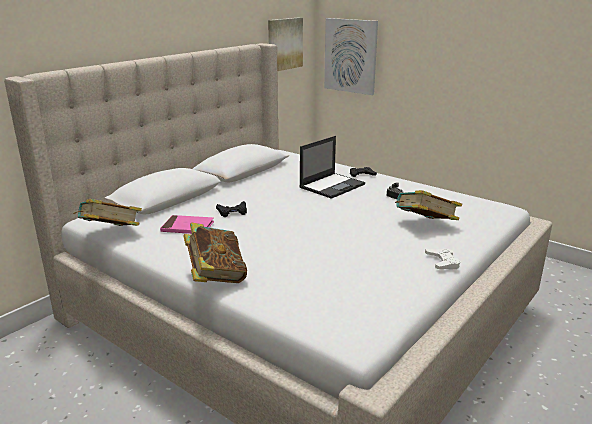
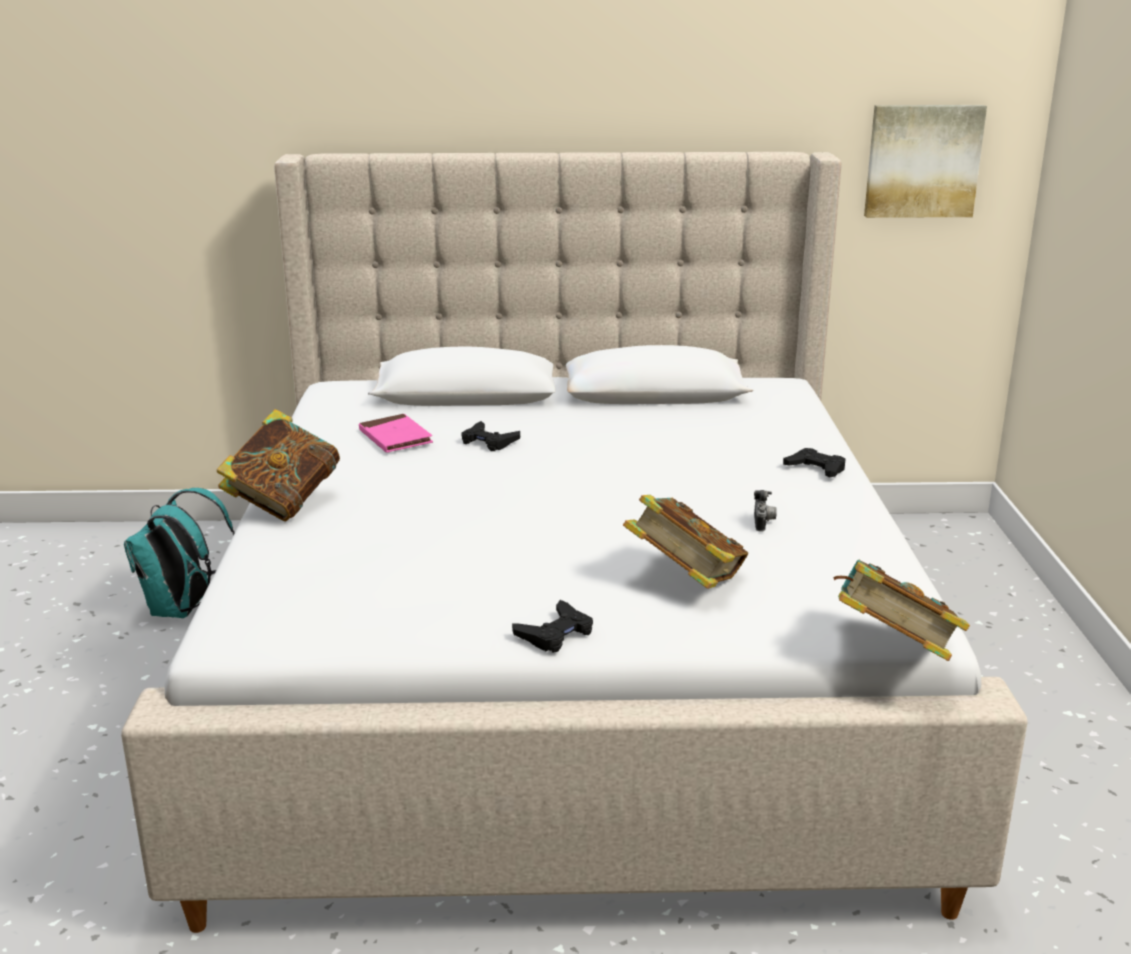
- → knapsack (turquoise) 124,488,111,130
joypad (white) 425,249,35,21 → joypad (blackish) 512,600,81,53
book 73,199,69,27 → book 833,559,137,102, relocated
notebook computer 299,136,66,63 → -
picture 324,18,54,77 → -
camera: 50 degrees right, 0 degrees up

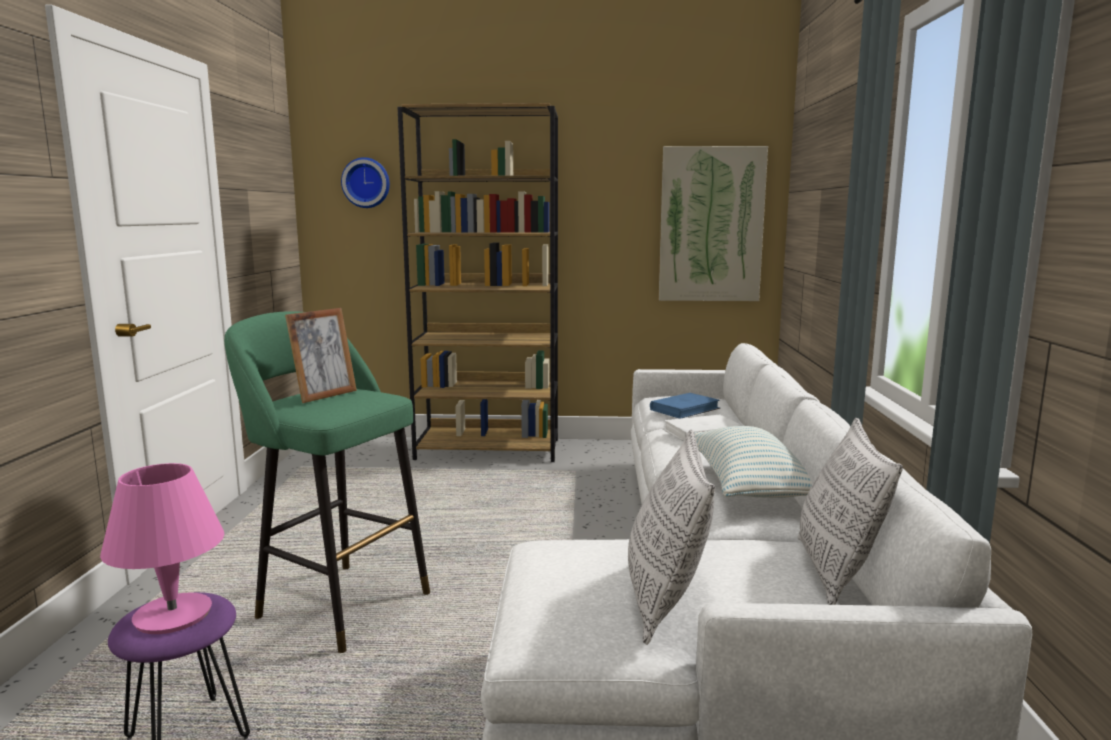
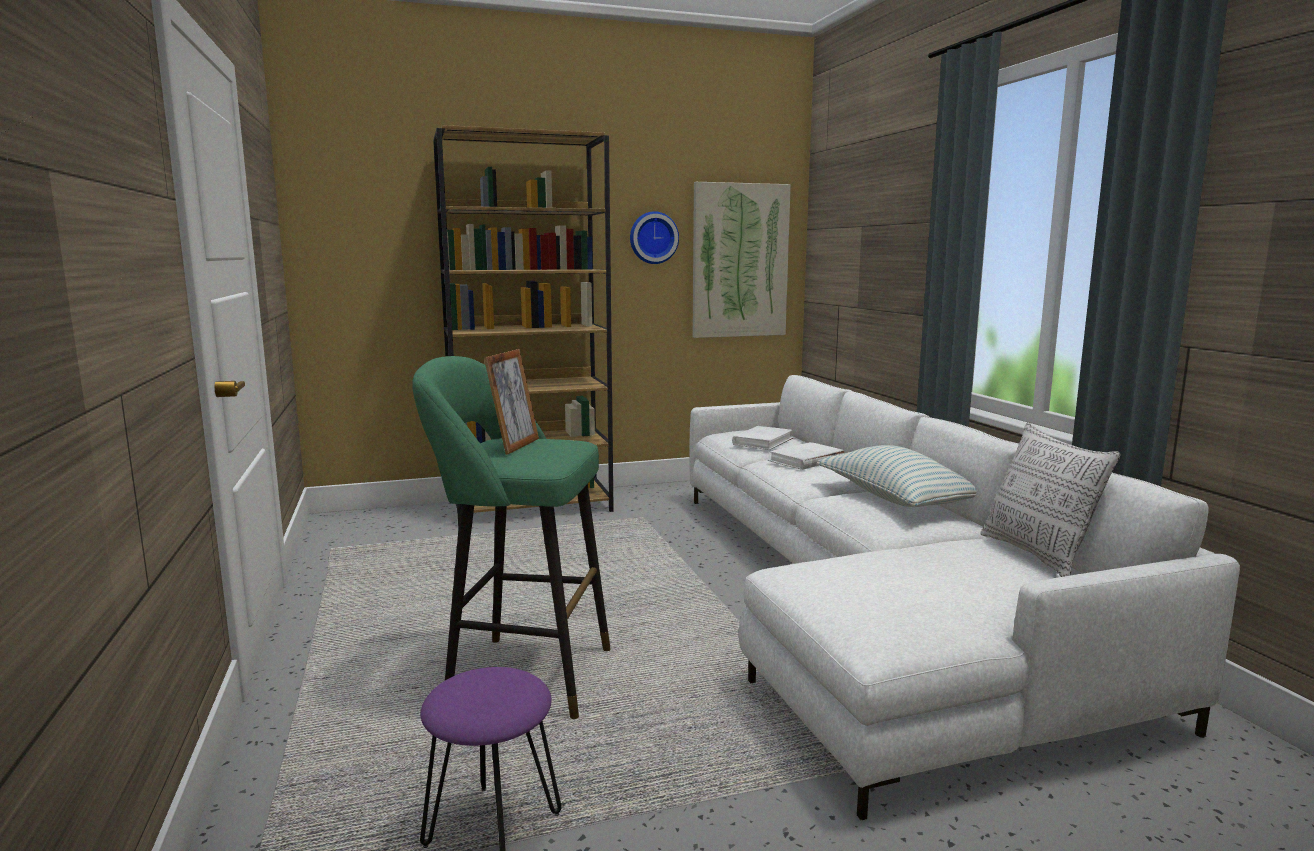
hanging clock 341,157,49,51 → hanging clock 630,211,49,53, relocated
book (blue) 650,393,70,26 → book (white) 732,426,62,24
table lamp (pink) 100,463,124,171 → -
throw pillow 628,429,87,216 → -
camera: 20 degrees left, 0 degrees up

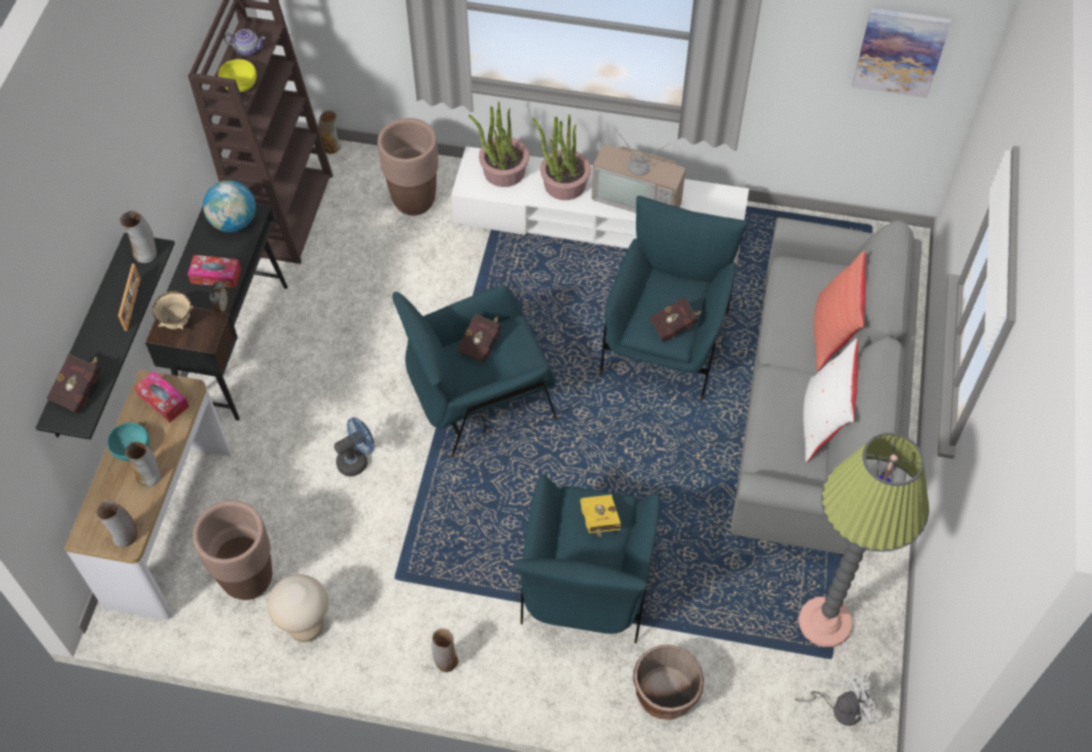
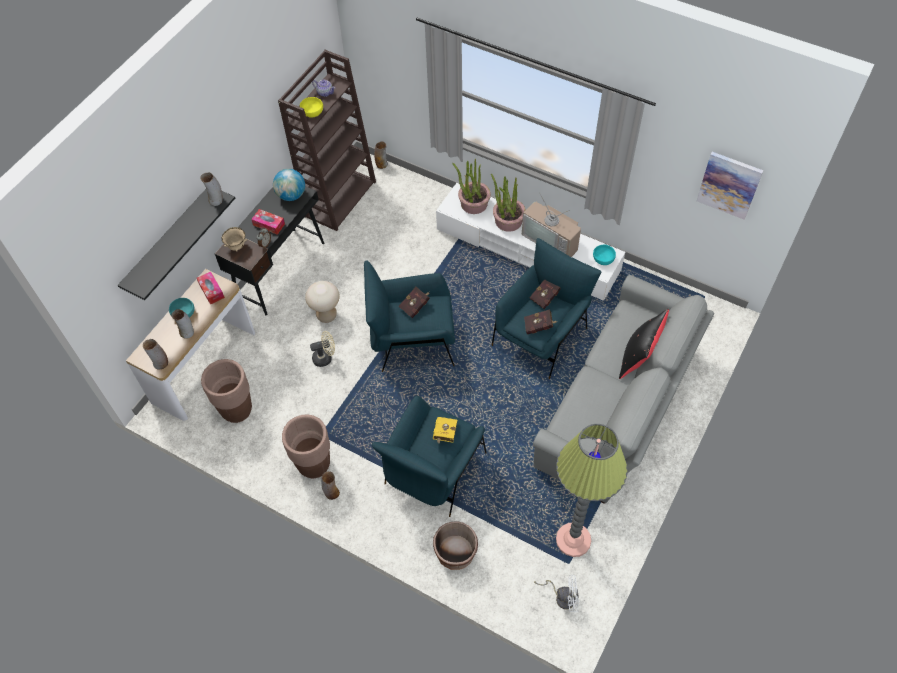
flower pot (brown) 378,118,60,97 → flower pot (brown) 282,415,48,63, relocated
stool (sand-coloured) 267,574,61,68 → stool (sand-coloured) 305,281,35,42, relocated
electric fan (blue) 334,417,40,59 → electric fan (sand-coloured) 310,331,25,36
book (red-coloured) 47,354,54,59 → book (red-coloured) 529,279,31,30, relocated
- → deep dish (turquoise) 593,245,23,20
throw pillow (red-coloured) 814,251,52,120 → throw pillow (blackish) 619,309,50,70
standing frame 118,264,23,67 → -
throw pillow (white) 803,338,55,124 → -
camera: 20 degrees right, 0 degrees up

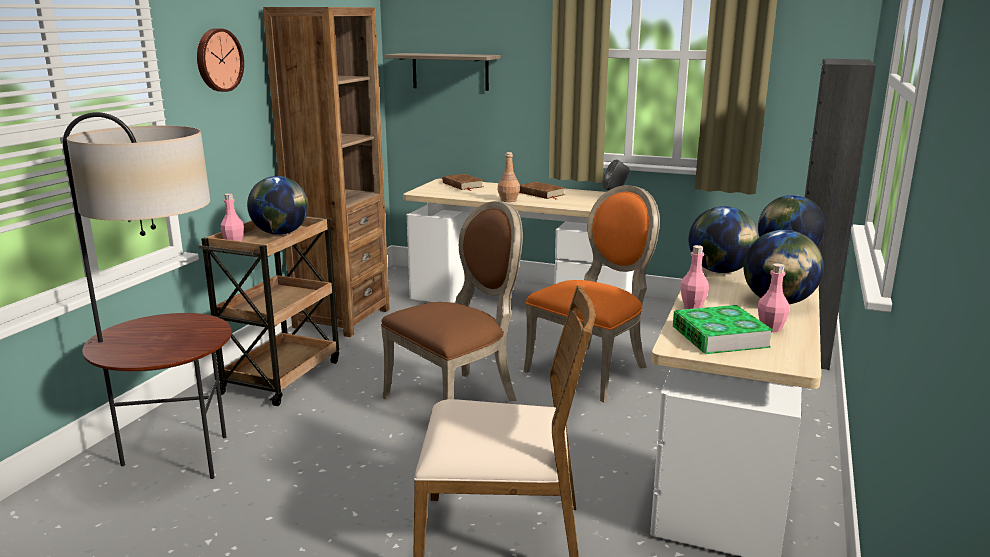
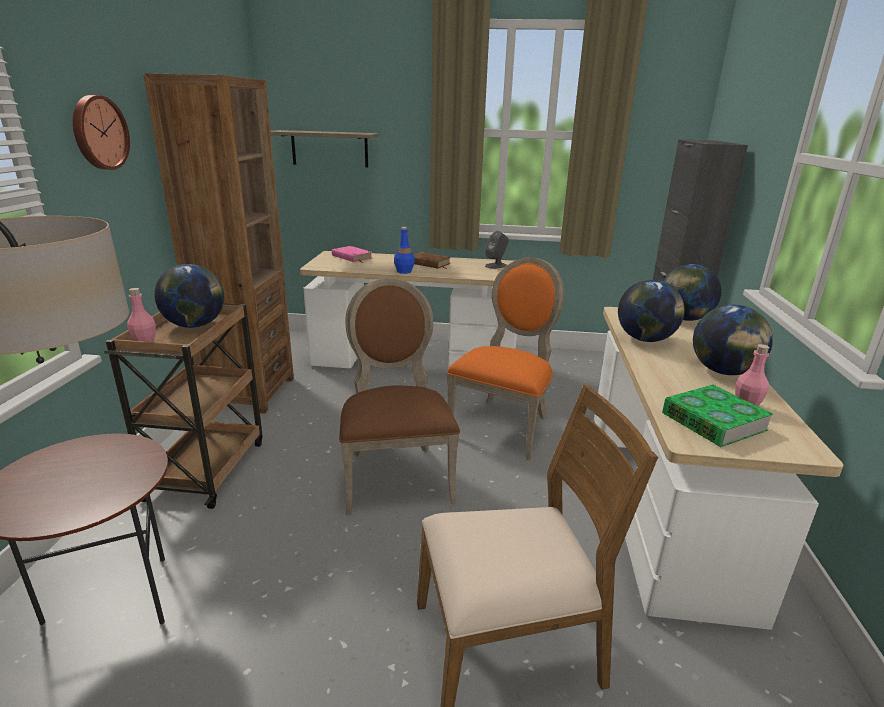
book (brown) 443,174,41,17 → book (pink) 332,246,41,17
upright chair (brown) 381,201,142,200 → upright chair (brown) 339,278,121,237, 45 degrees counterclockwise
beverage bottle (brown) 498,152,22,50 → beverage bottle (blue) 394,227,21,47
beverage bottle (pink) 680,245,29,64 → -
camera: 15 degrees left, 5 degrees up

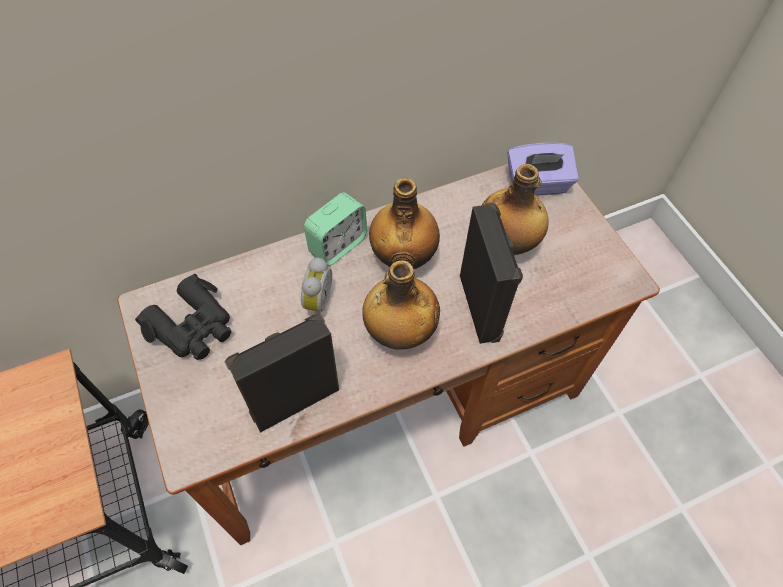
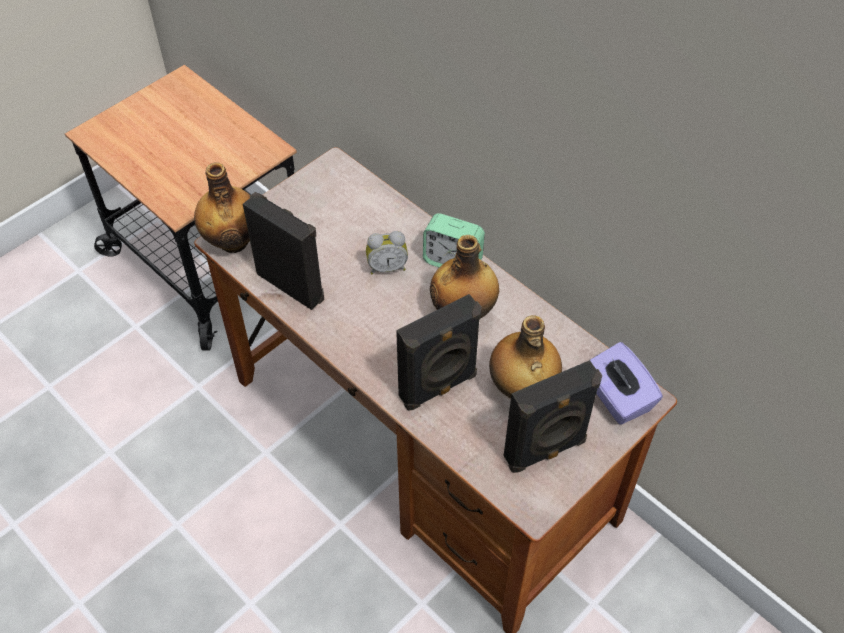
beverage bottle 362,260,78,90 → beverage bottle 194,163,56,90, relocated
- → audio speaker (blackish) 504,360,98,113
field glasses (blackish) 135,274,96,86 → -
camera: 70 degrees right, 5 degrees down

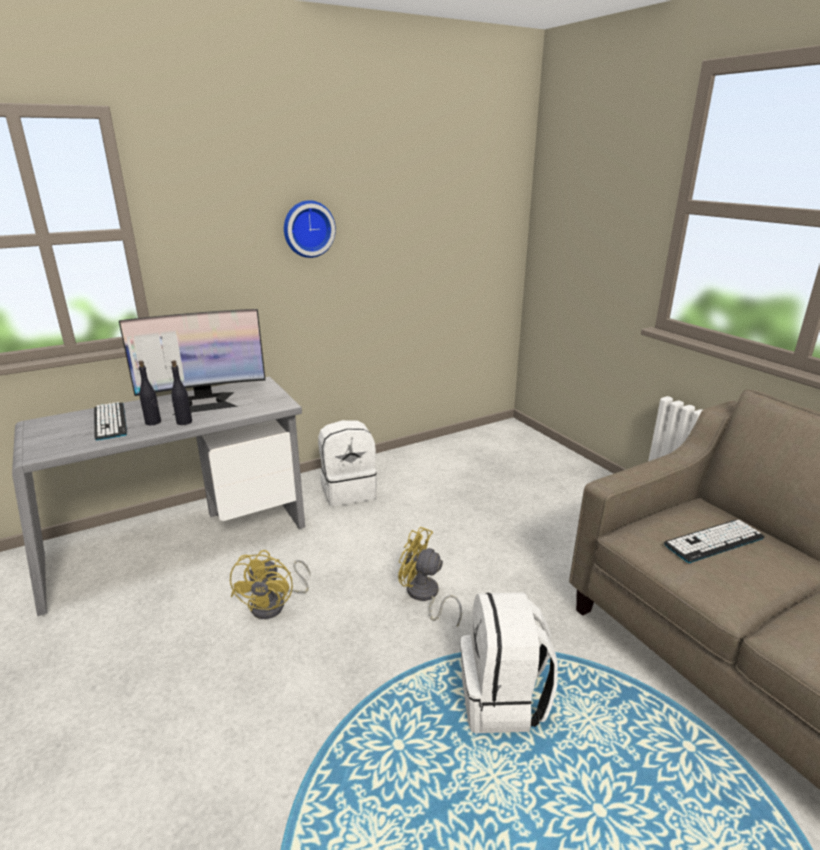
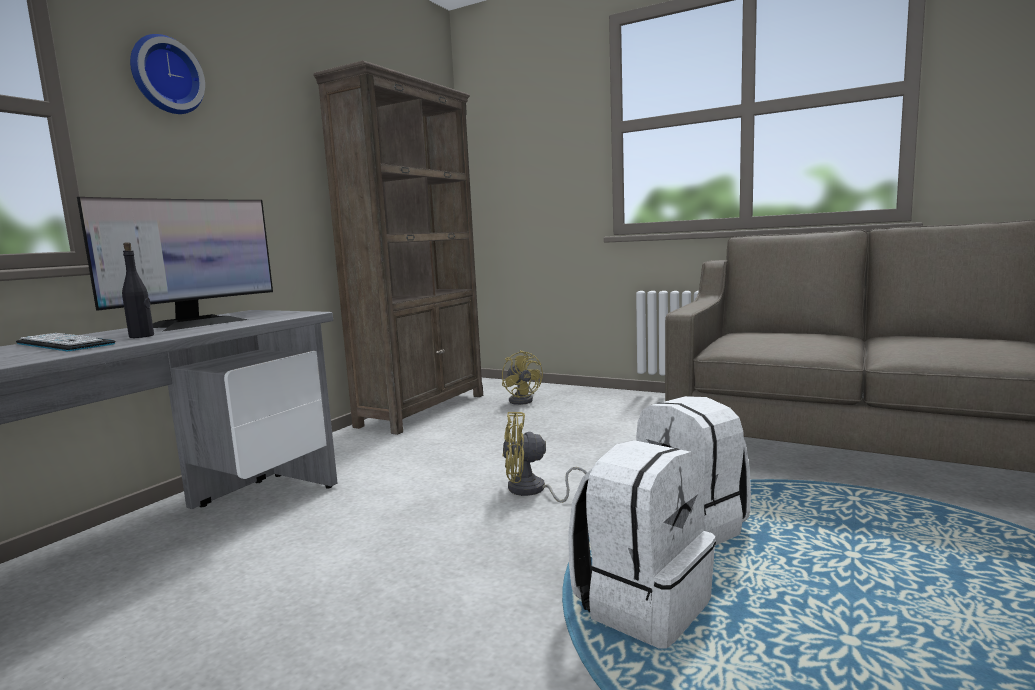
hanging clock 284,200,52,58 → hanging clock 130,34,75,80, relocated
- → bookcase (brown) 313,61,170,374
electric fan (yellow) 230,550,81,69 → electric fan (yellow) 502,350,41,55, relocated
knapsack (white) 318,420,59,86 → knapsack (white) 568,440,148,209, relocated
beverage bottle (blackish) 171,360,21,65 → -
keyboard 664,520,100,43 → -
camera: 30 degrees left, 15 degrees down

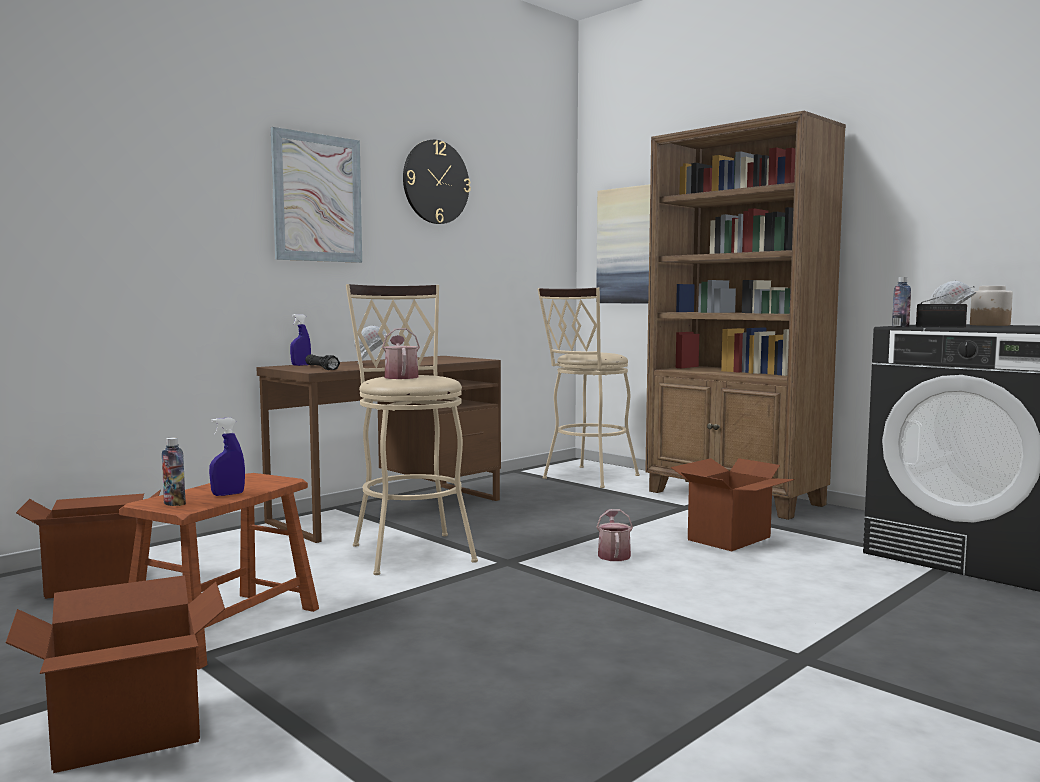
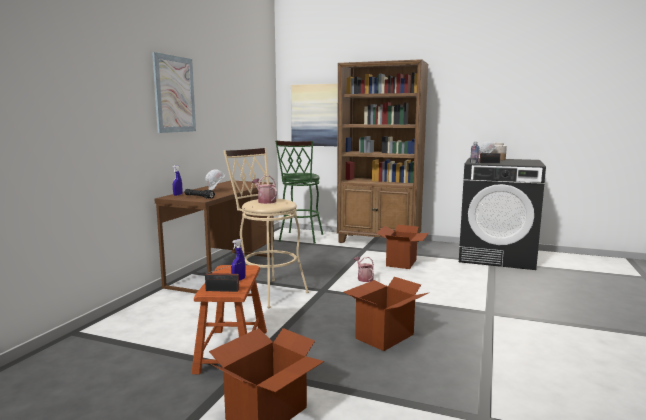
beverage bottle 162,437,24,69 → radio set 205,262,37,30
stool (sand-coloured) 538,287,102,201 → stool (green-coloured) 275,141,48,103
packing box 16,489,145,110 → packing box 344,277,84,74, relocated
hanging clock 403,140,68,84 → -
camera: 25 degrees left, 5 degrees up

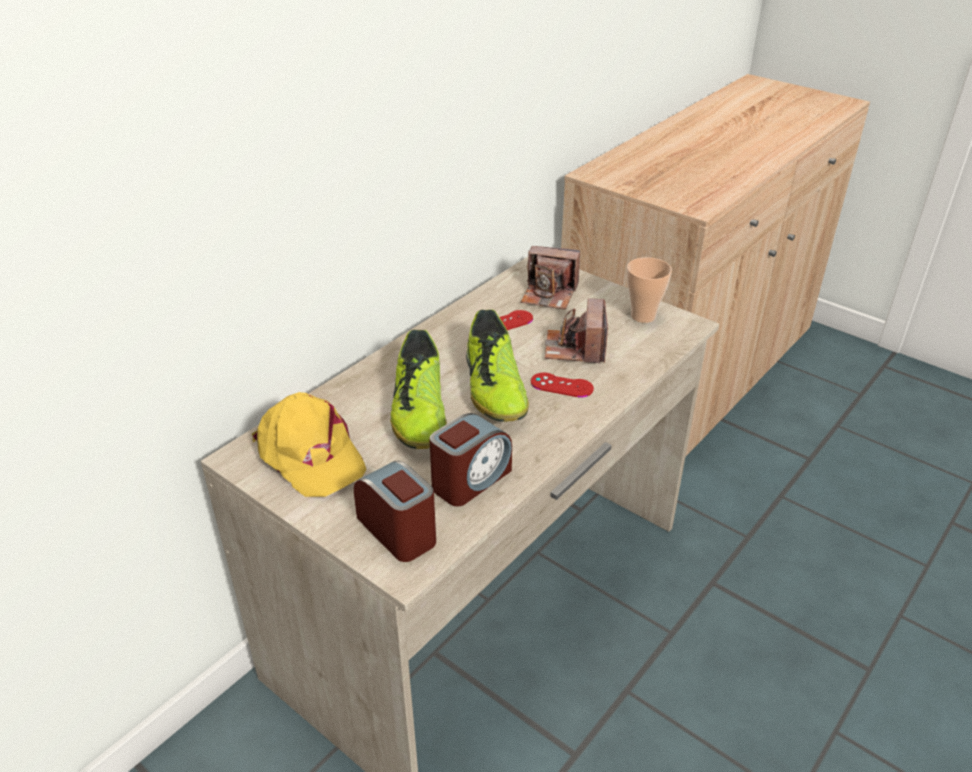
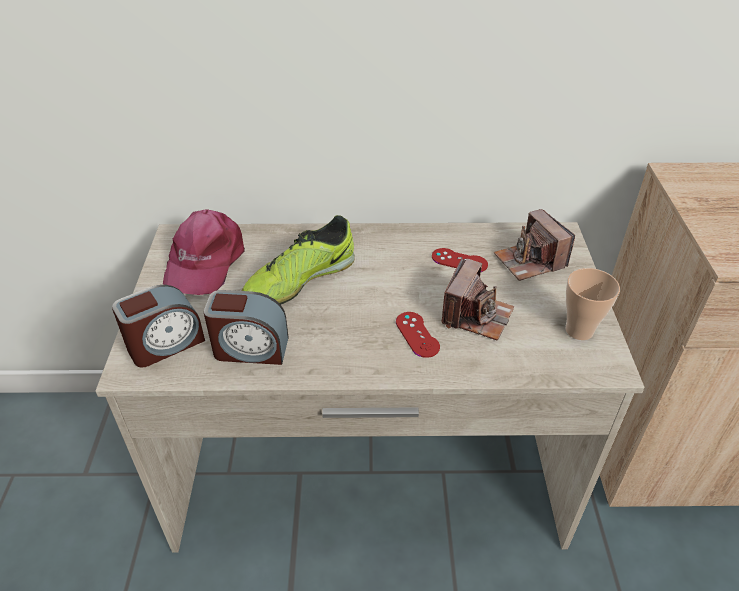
bedside clock 354,460,82,102 → bedside clock 112,285,93,82, 45 degrees clockwise
peaked cap (yellow) 252,392,115,105 → peaked cap (pink) 163,209,82,86
still camera 545,298,63,65 → still camera 441,258,73,83, 150 degrees clockwise
shoe 466,309,63,113 → -
camera: 50 degrees right, 5 degrees up

